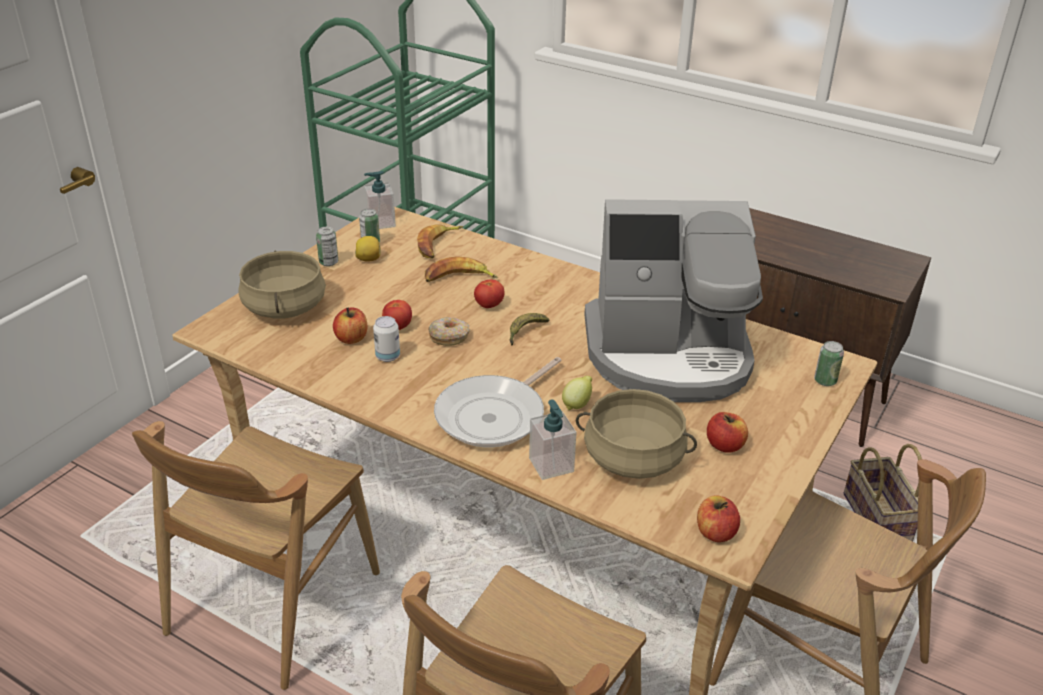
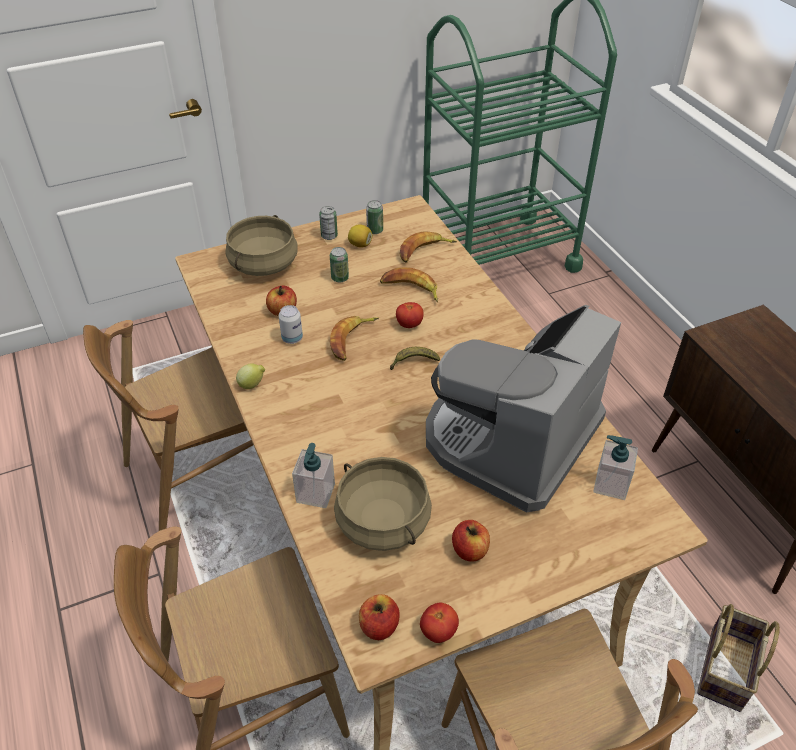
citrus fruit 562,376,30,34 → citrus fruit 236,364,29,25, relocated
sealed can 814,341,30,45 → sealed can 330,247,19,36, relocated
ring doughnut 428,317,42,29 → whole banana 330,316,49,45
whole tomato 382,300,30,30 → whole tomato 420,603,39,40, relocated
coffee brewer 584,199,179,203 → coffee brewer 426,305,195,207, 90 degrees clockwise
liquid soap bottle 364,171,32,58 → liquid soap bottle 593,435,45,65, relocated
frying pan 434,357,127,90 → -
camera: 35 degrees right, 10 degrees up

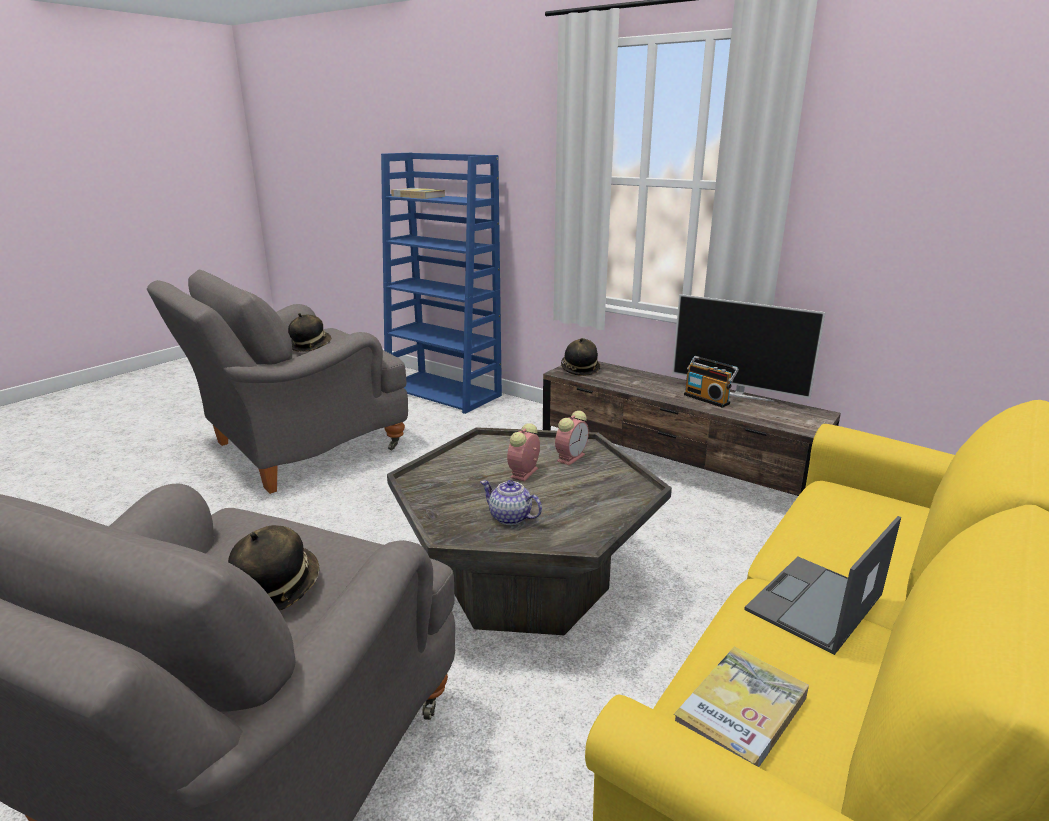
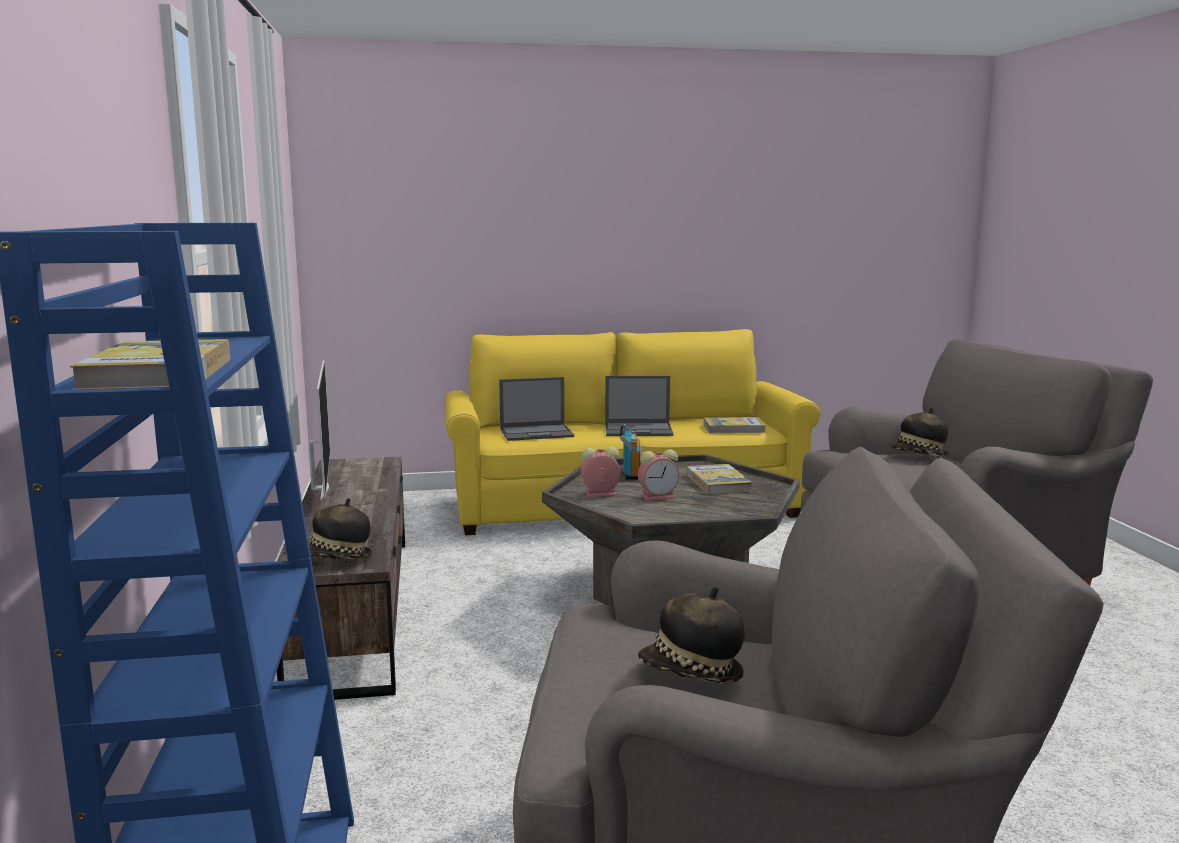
- → notebook computer 499,377,75,64
radio set 684,356,55,52 → radio set 620,423,21,57, relocated
pot for tea 481,480,61,45 → book 687,464,65,30
camera: 135 degrees left, 10 degrees down

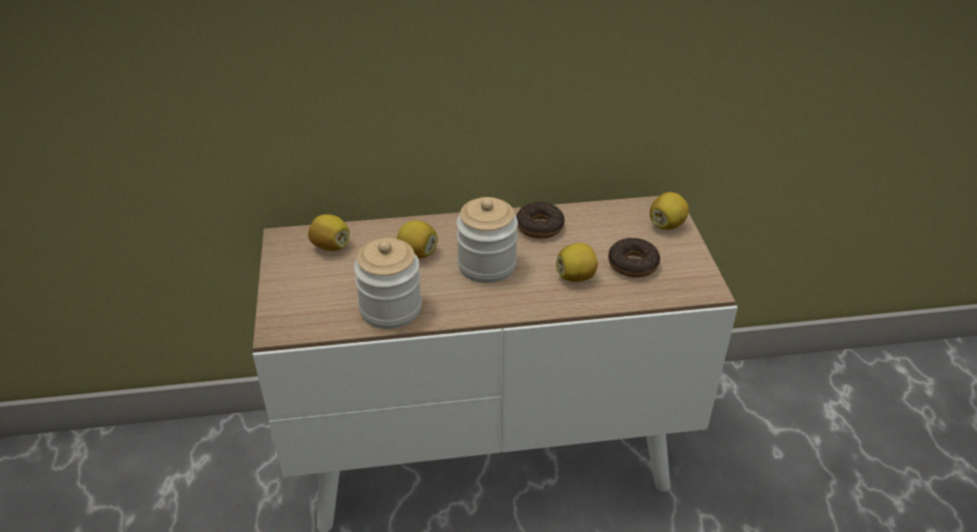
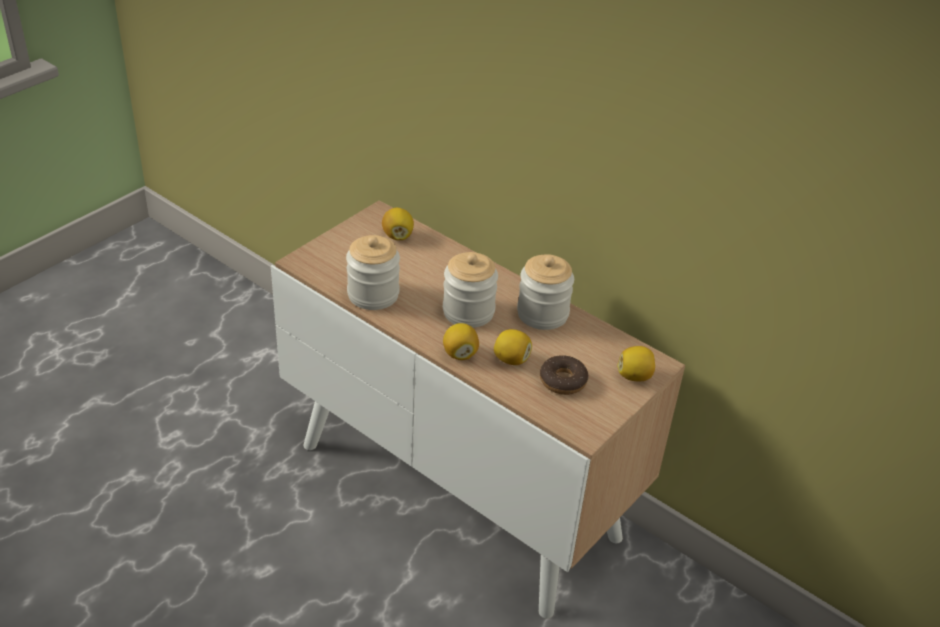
citrus fruit 397,220,41,39 → citrus fruit 443,323,36,37, relocated
ring doughnut 516,202,49,37 → preserve jar 517,254,57,76
camera: 45 degrees right, 0 degrees up

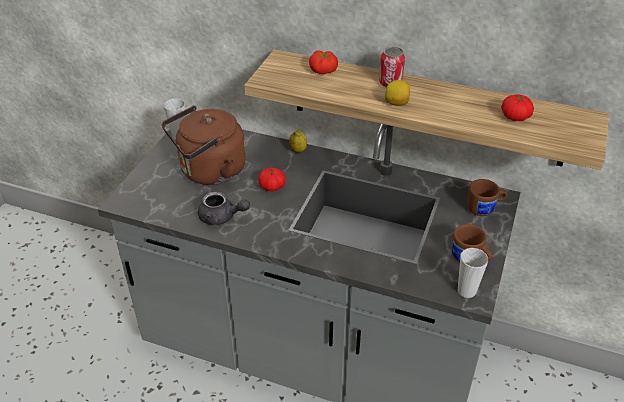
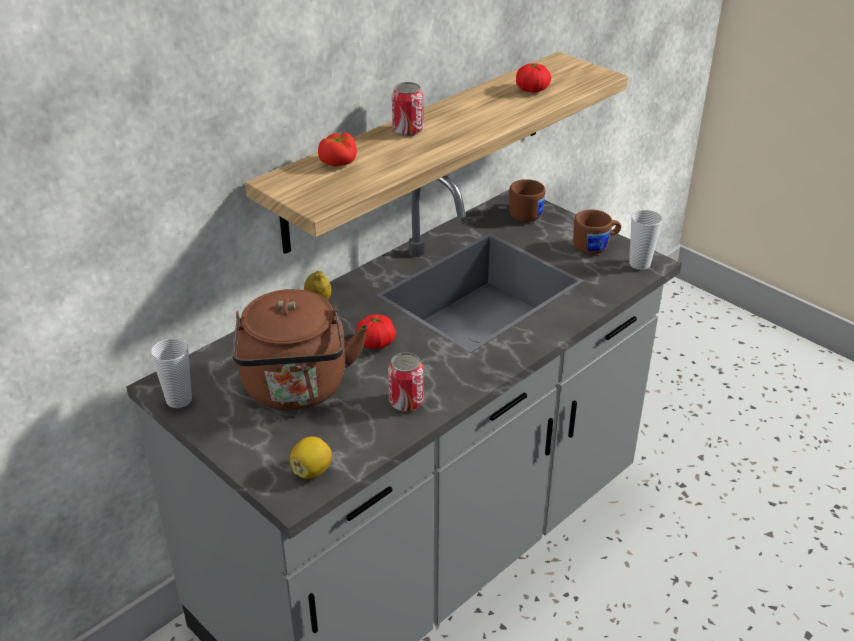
citrus fruit 384,80,26,26 → citrus fruit 290,436,42,43, relocated
pot for tea (gray) 198,192,52,33 → sealed can 388,352,36,60
camera: 65 degrees left, 5 degrees down

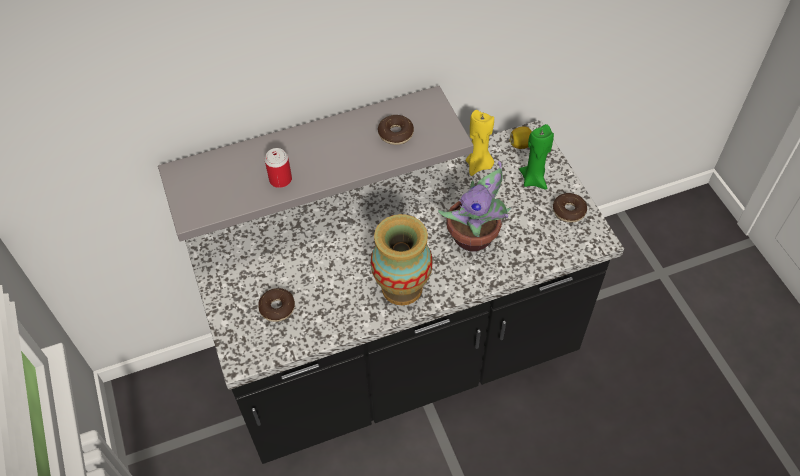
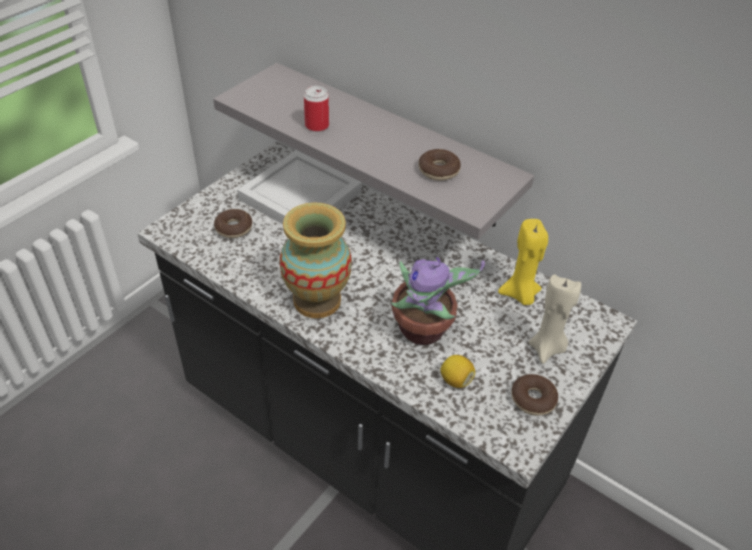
- → tray (white) 237,150,125,74
citrus fruit 510,126,22,23 → citrus fruit 441,355,34,33, relocated
wax light (green-coloured) 519,124,35,65 → wax light (sand-coloured) 529,274,52,90
camera: 55 degrees right, 10 degrees down

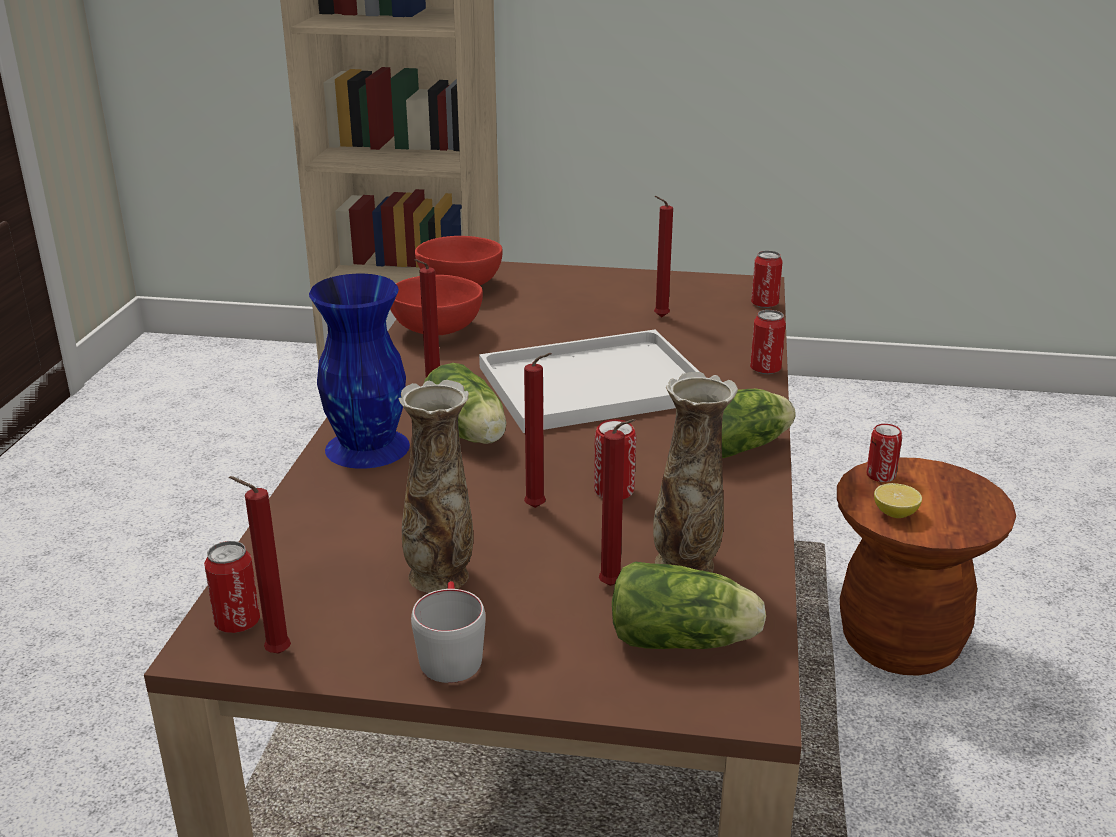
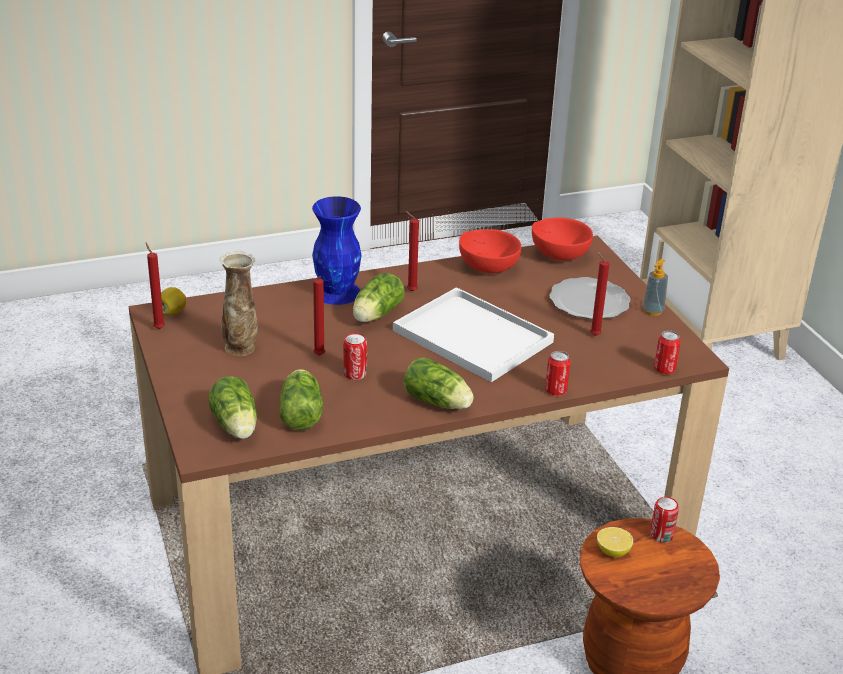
sealed can 204,541,56,92 → citrus fruit 161,287,25,29
decorative vase 653,372,85,200 → lettuce 279,369,44,61
- → plate 549,277,82,42
- → liquid soap bottle 643,259,25,57
tea mug (gray) 411,581,75,102 → -
wax light (red-coloured) 599,419,37,167 → -
camera: 60 degrees right, 5 degrees up

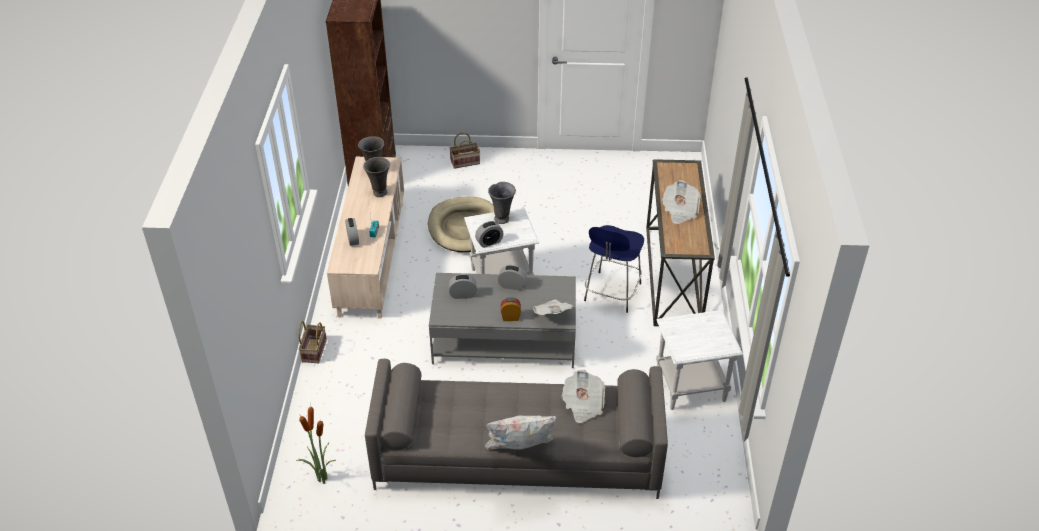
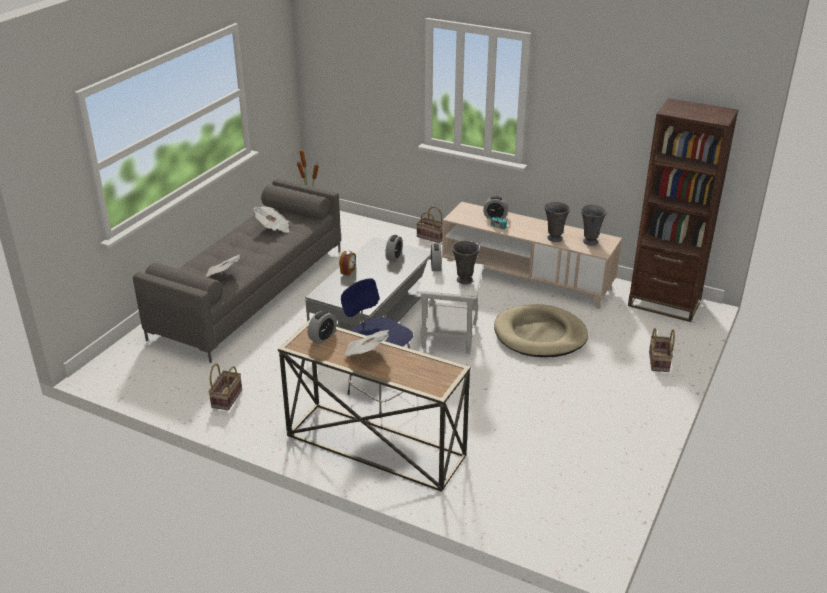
accent table (white) 656,310,87,100 → basket 208,363,34,48
printed paper 533,300,39,15 → printed paper 254,206,35,27, relocated
bedside clock 498,265,29,25 → bedside clock 308,310,29,34, relocated
throw pillow (white) 484,415,75,34 → -
camera: 115 degrees right, 10 degrees down

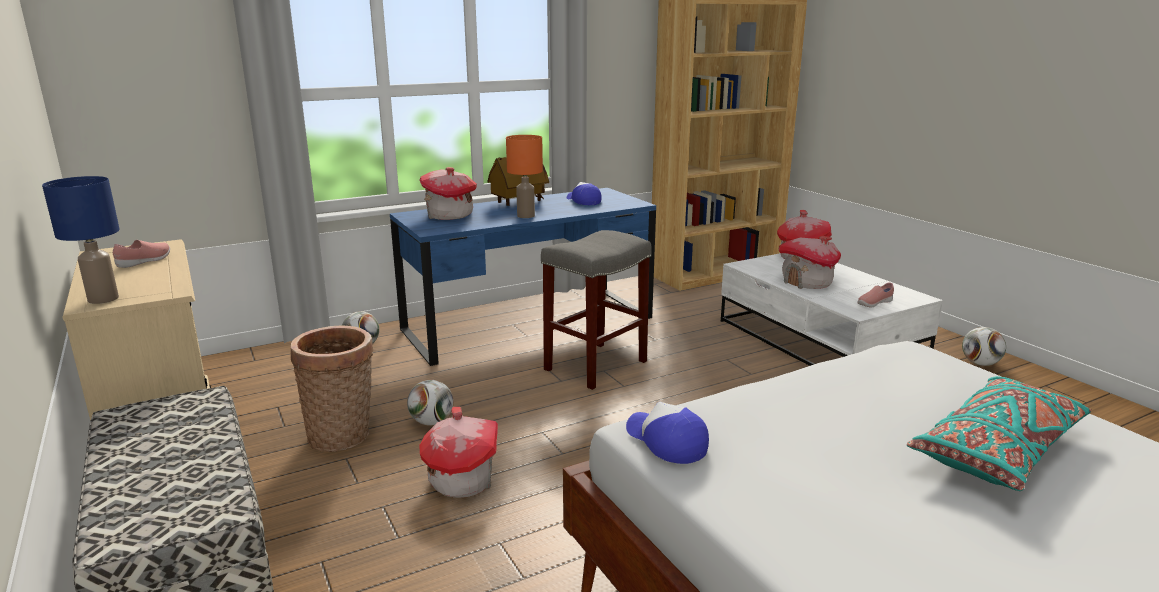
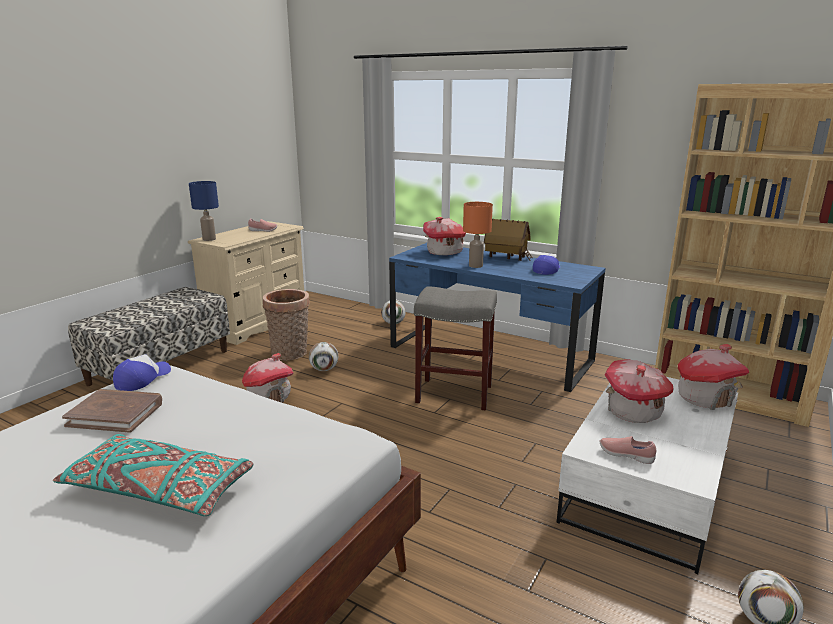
- → book (brown) 62,389,100,44
camera: 60 degrees right, 0 degrees up

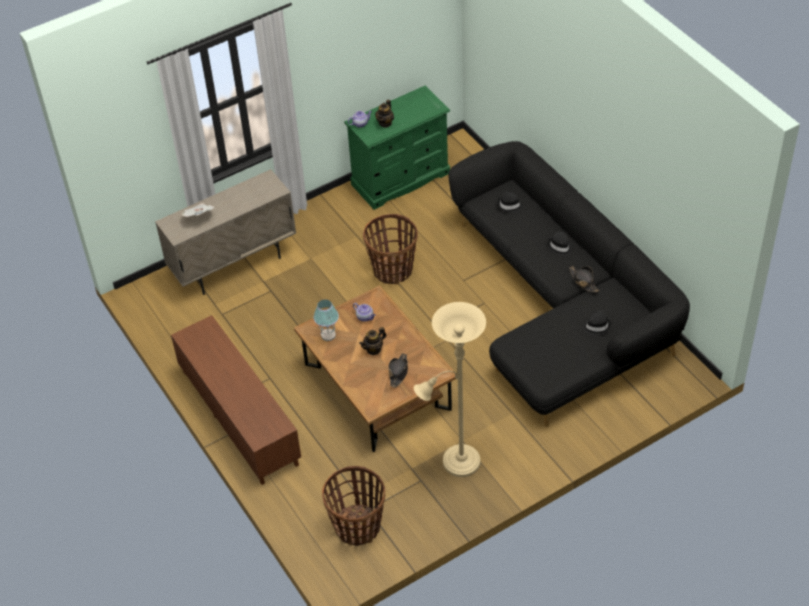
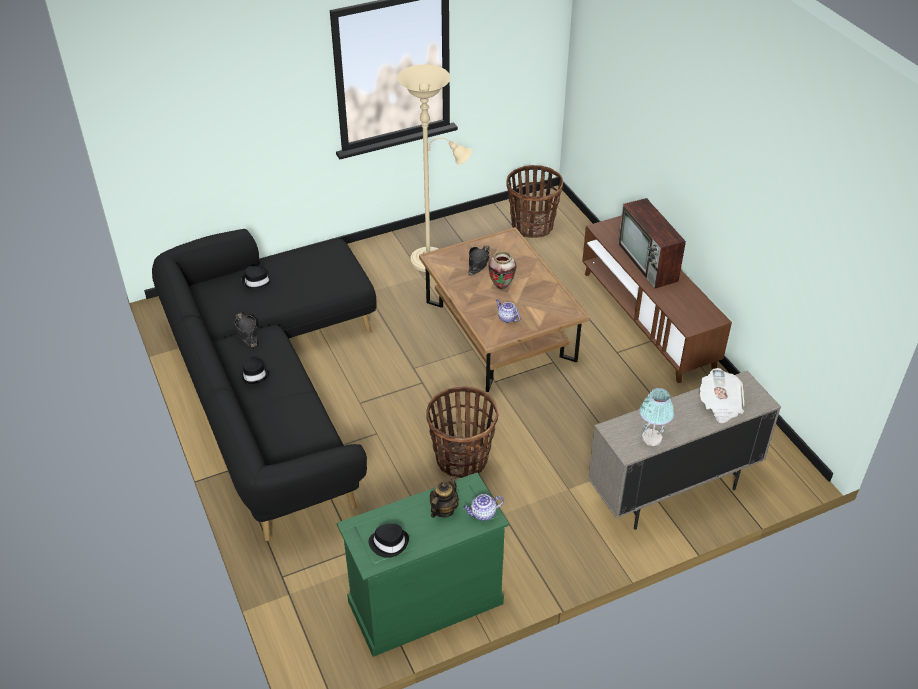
hat (blackish) 497,192,26,21 → hat (blackish) 369,524,40,34, relocated
pot for tea 359,327,27,28 → decorative vase 488,251,28,38
- → TV 618,198,68,91
table lamp 313,299,26,42 → table lamp 639,388,35,58, relocated
camera: 175 degrees left, 5 degrees down

